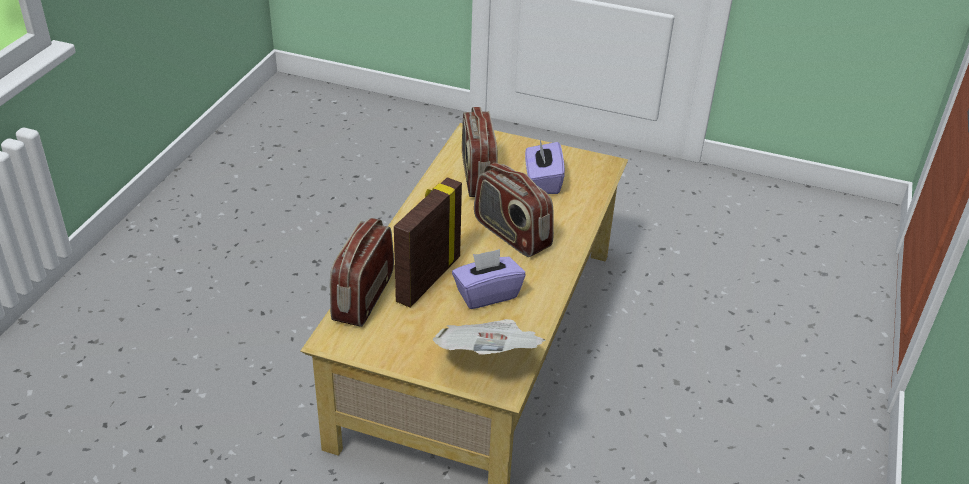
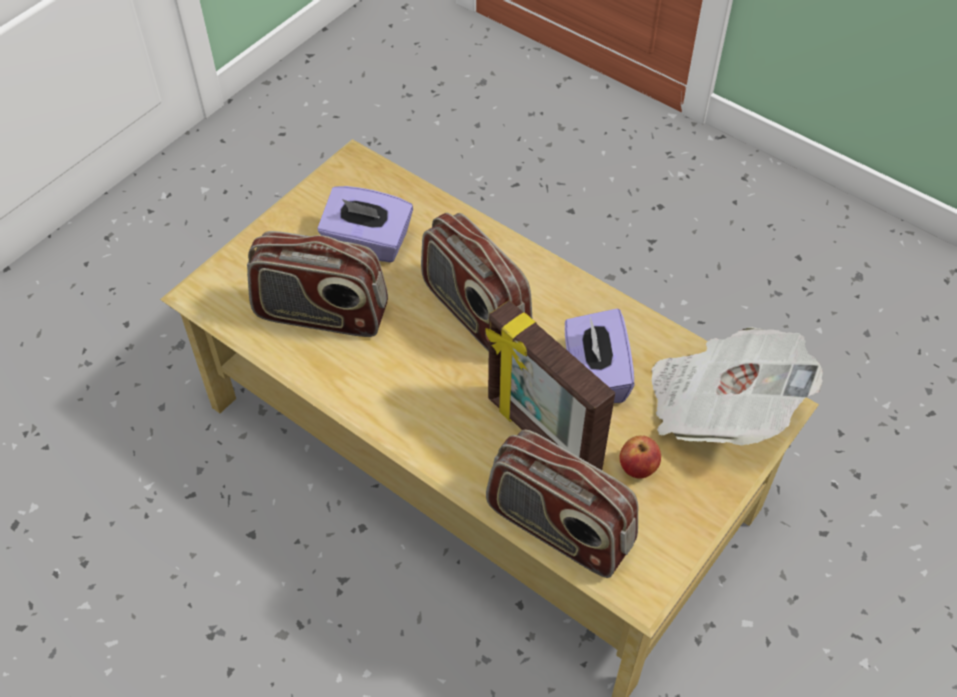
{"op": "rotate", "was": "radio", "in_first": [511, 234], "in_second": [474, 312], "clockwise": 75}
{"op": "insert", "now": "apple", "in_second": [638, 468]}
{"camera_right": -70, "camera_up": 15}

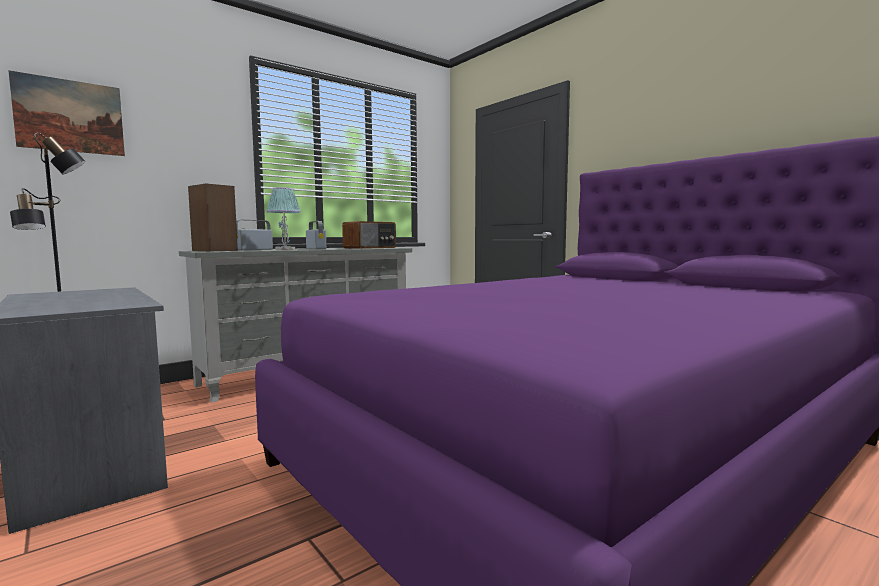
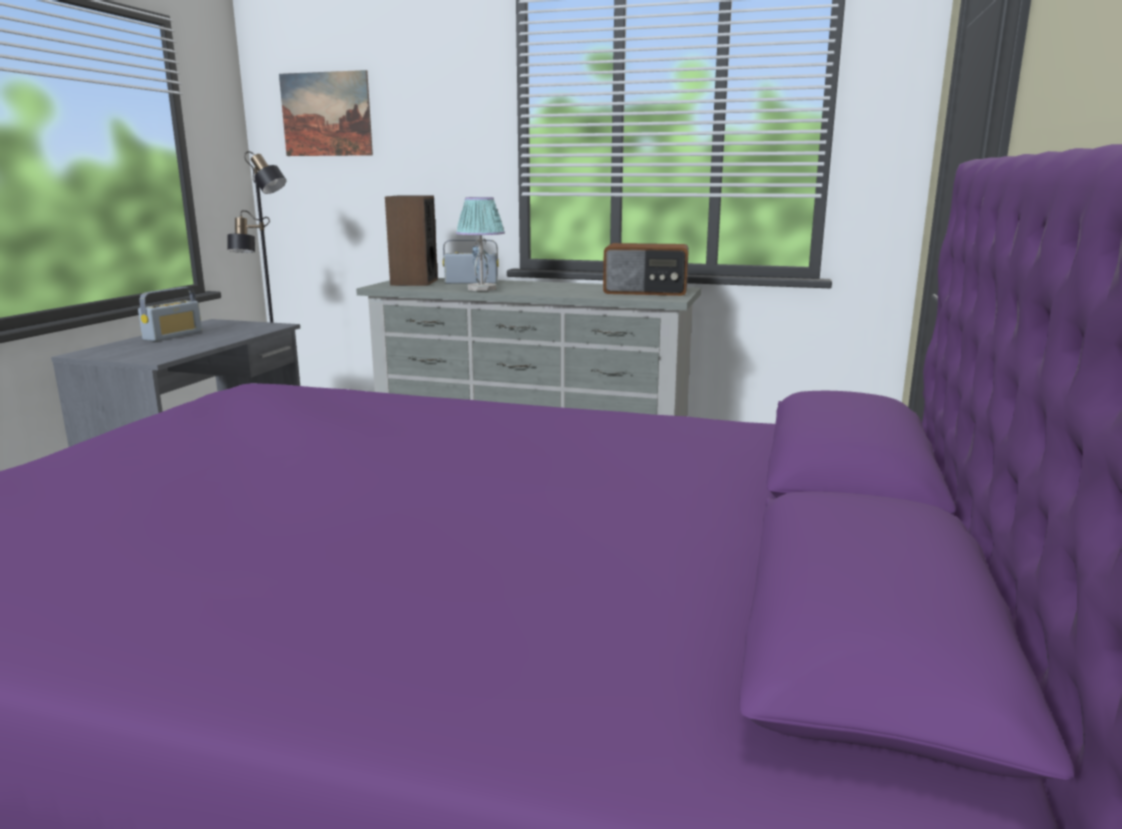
{"op": "move", "was": "radio", "in_first": [316, 248], "in_second": [173, 336]}
{"camera_right": 55, "camera_up": 10}

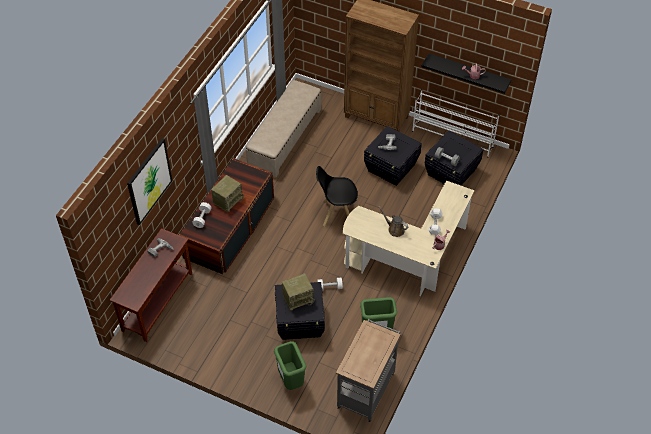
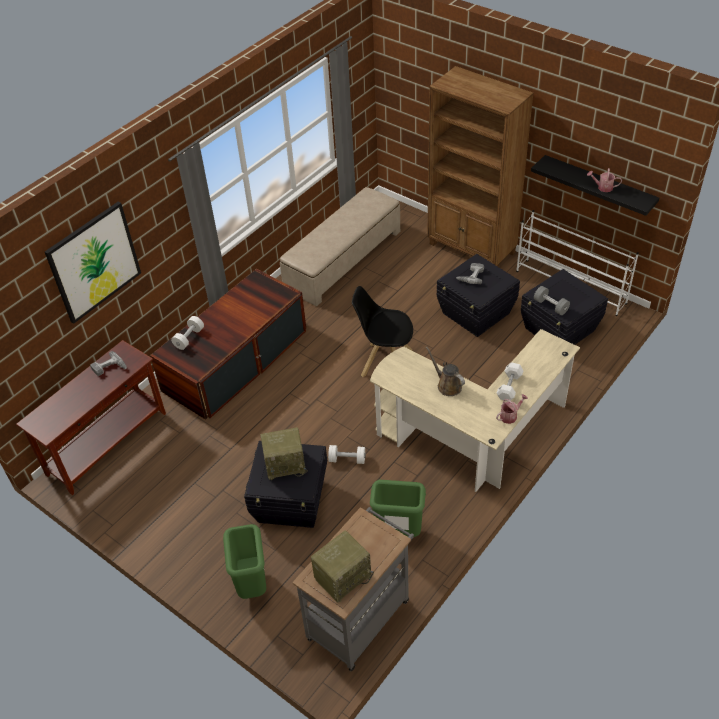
{"op": "move", "was": "radio", "in_first": [228, 200], "in_second": [343, 576]}
{"camera_right": 15, "camera_up": -5}

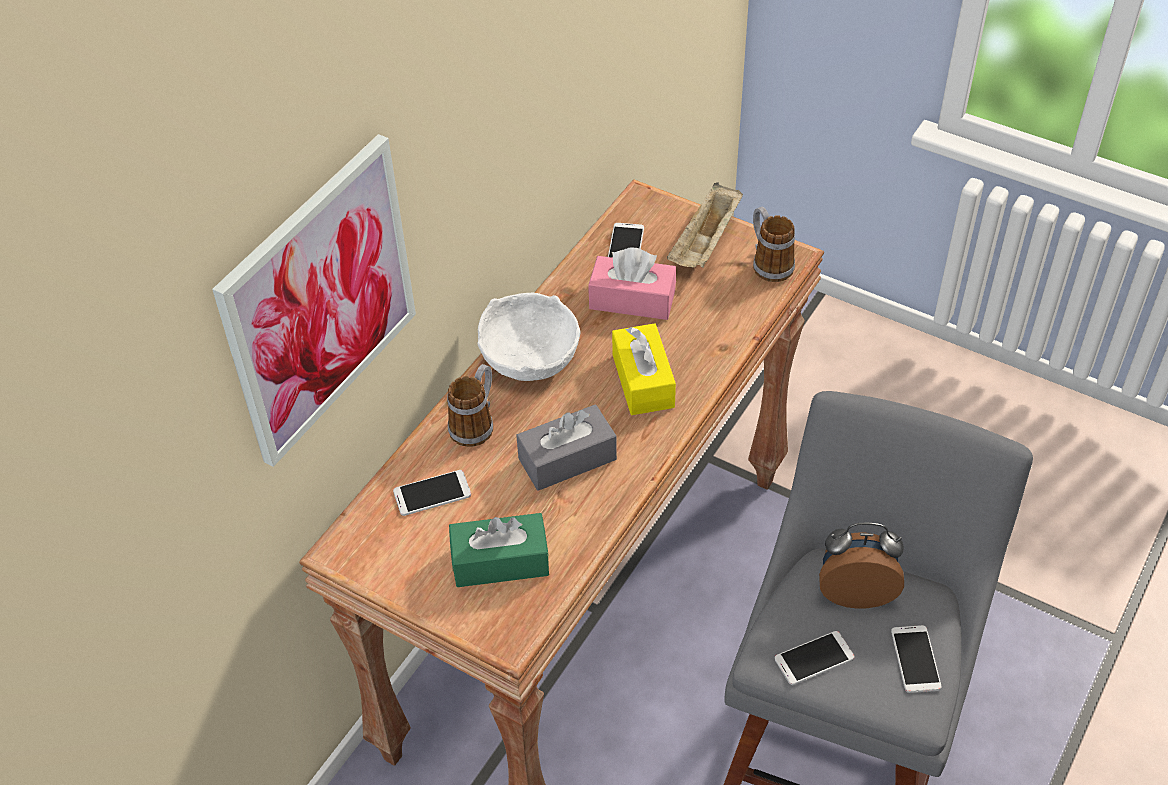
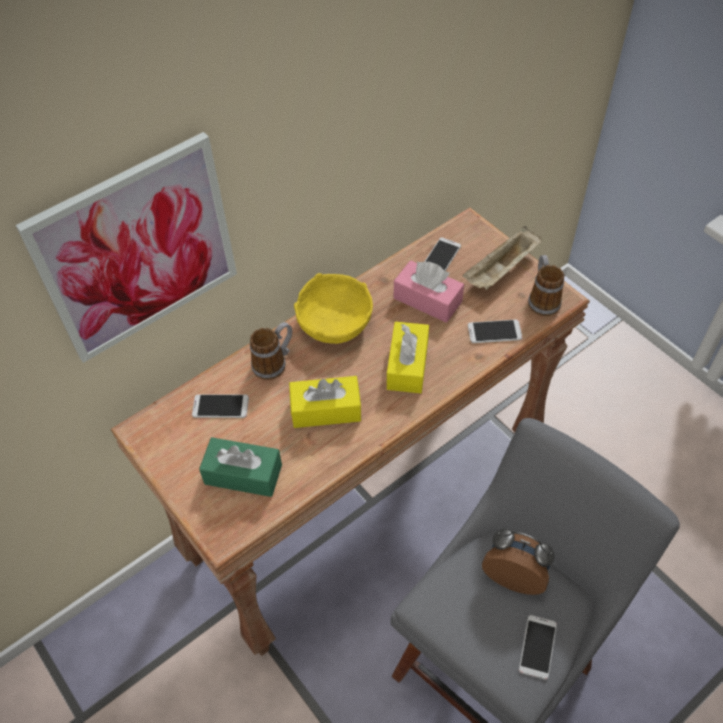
{"op": "recolor", "was": "grey tissue box", "now": "yellow tissue box", "in_first": [567, 459], "in_second": [326, 410]}
{"op": "recolor", "was": "white bowl", "now": "yellow bowl", "in_first": [529, 358], "in_second": [334, 324]}
{"op": "move", "was": "phone", "in_first": [814, 658], "in_second": [494, 332]}
{"camera_right": 20, "camera_up": 5}

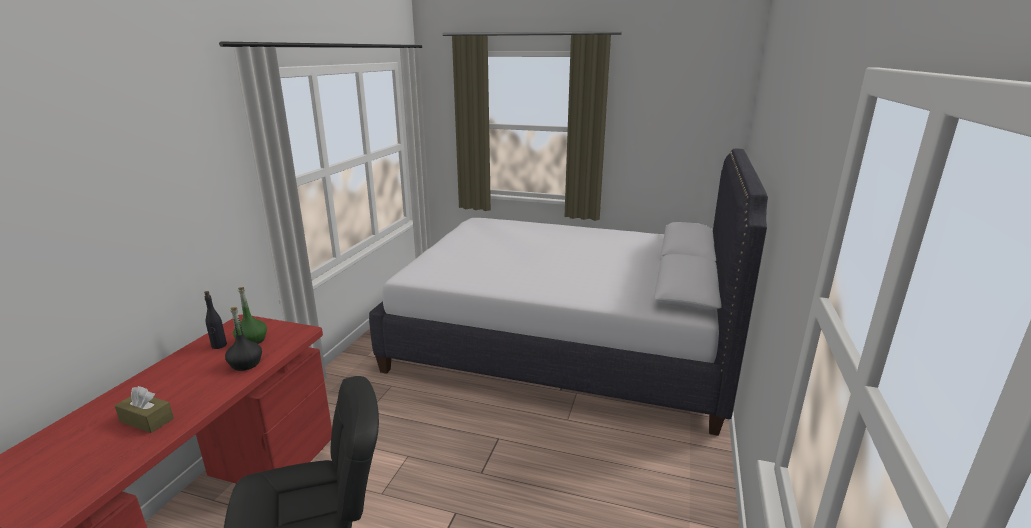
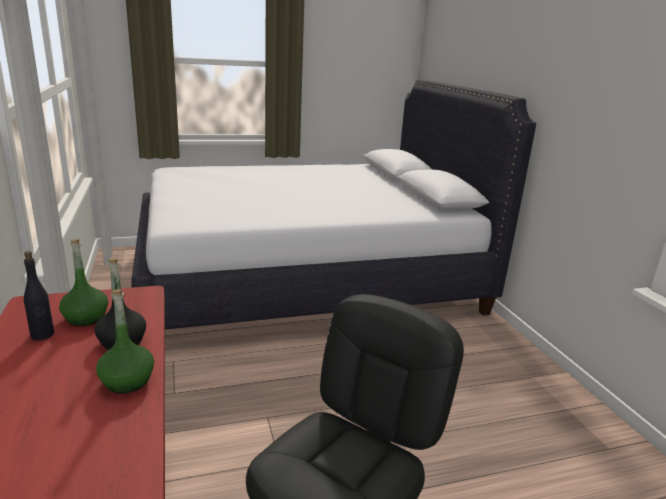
{"op": "insert", "now": "green bottle", "in_second": [127, 381]}
{"op": "delete", "was": "brown tissue box", "in_first": [147, 420]}
{"camera_right": -35, "camera_up": 0}

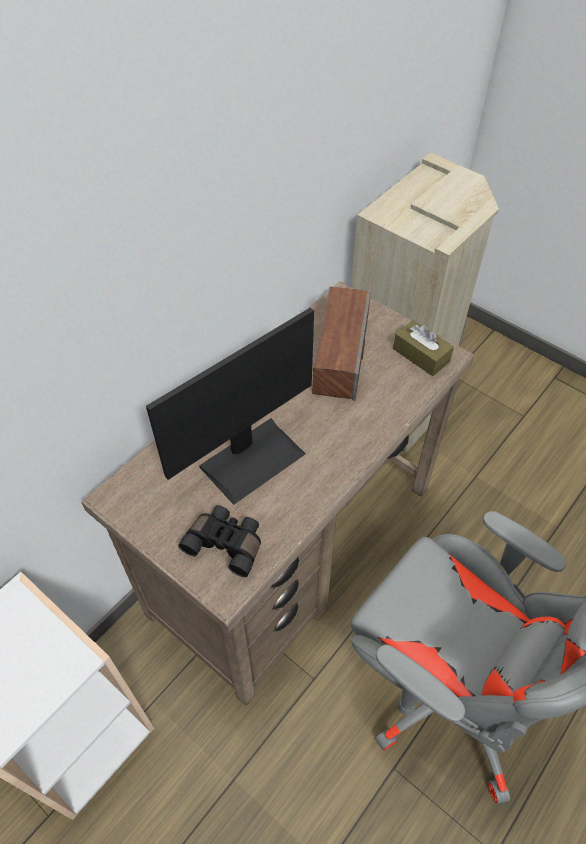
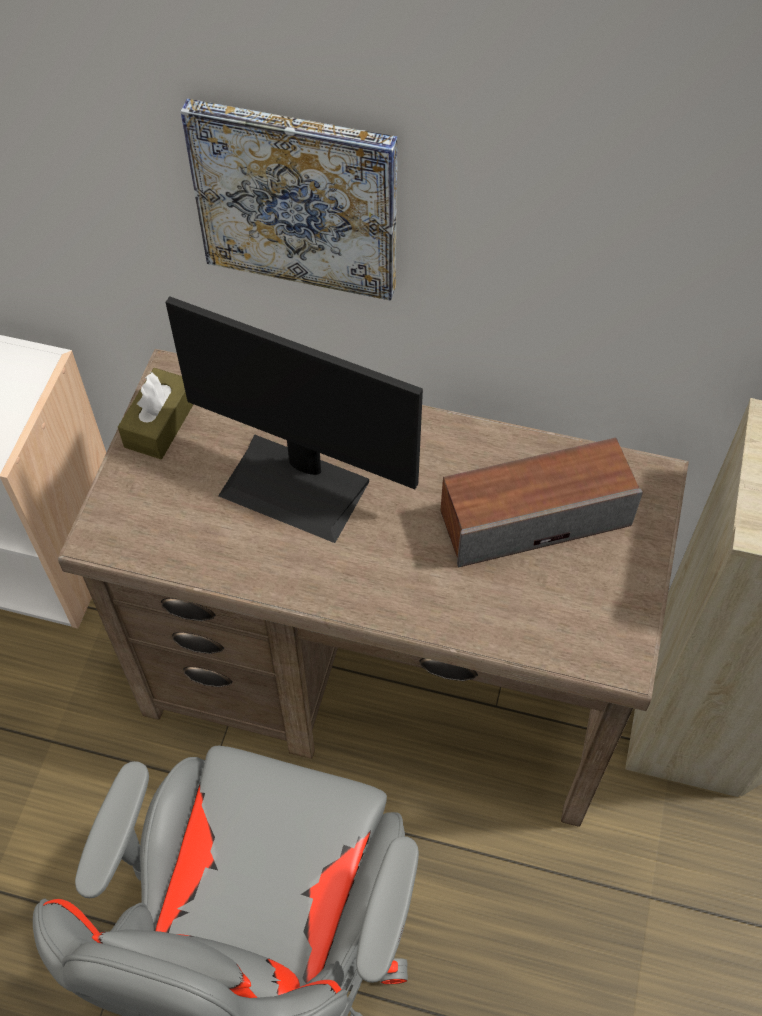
{"op": "move", "was": "brown tissue box", "in_first": [421, 355], "in_second": [160, 423]}
{"op": "insert", "now": "picture", "in_second": [297, 198]}
{"op": "delete", "was": "black binoculars", "in_first": [226, 543]}
{"camera_right": 65, "camera_up": 5}

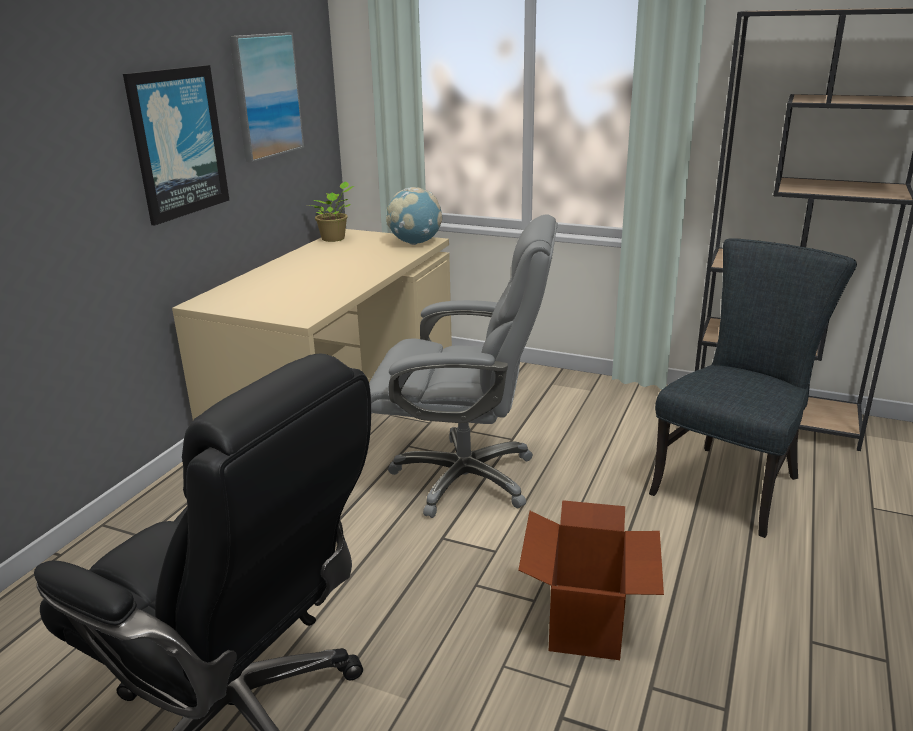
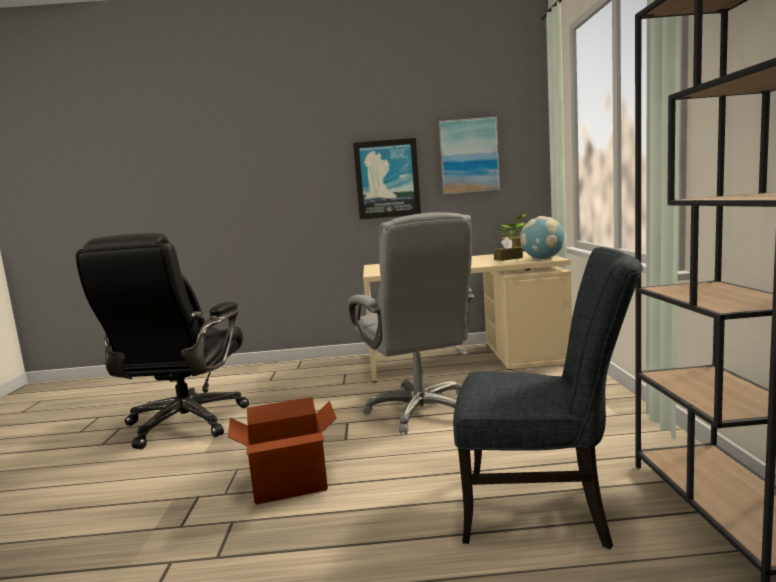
{"op": "insert", "now": "brown tissue box", "in_second": [508, 258]}
{"camera_right": 65, "camera_up": -15}

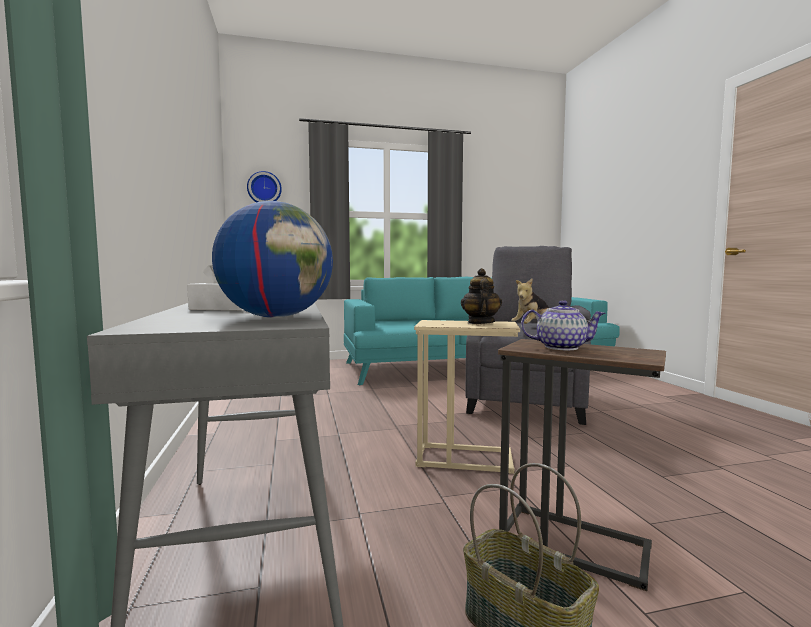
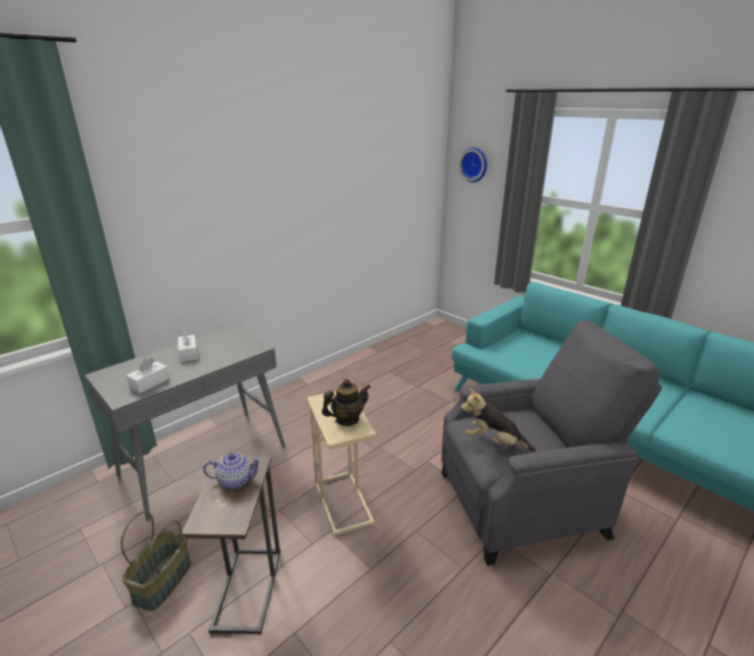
{"op": "replace", "was": "globe", "now": "white tissue box", "in_first": [276, 317], "in_second": [149, 383]}
{"op": "rotate", "was": "teapot", "in_first": [560, 347], "in_second": [235, 480], "clockwise": -75}
{"camera_right": 60, "camera_up": 20}

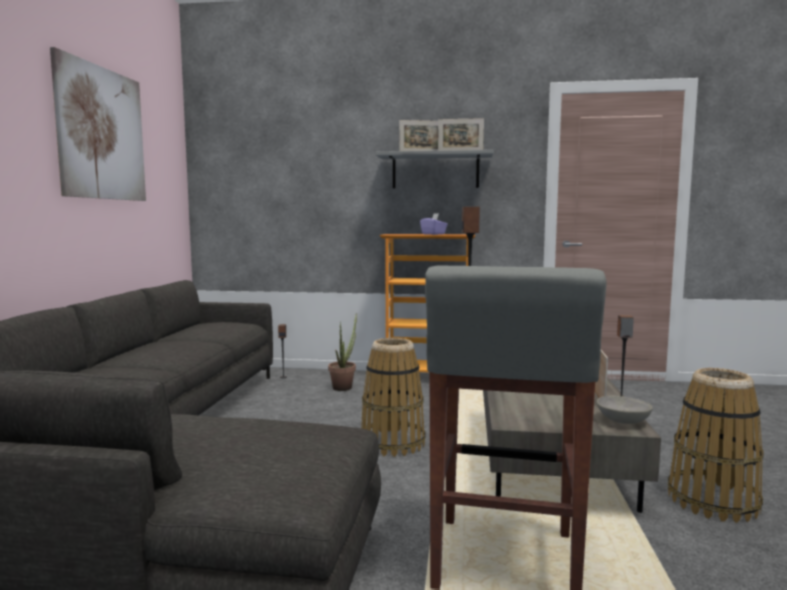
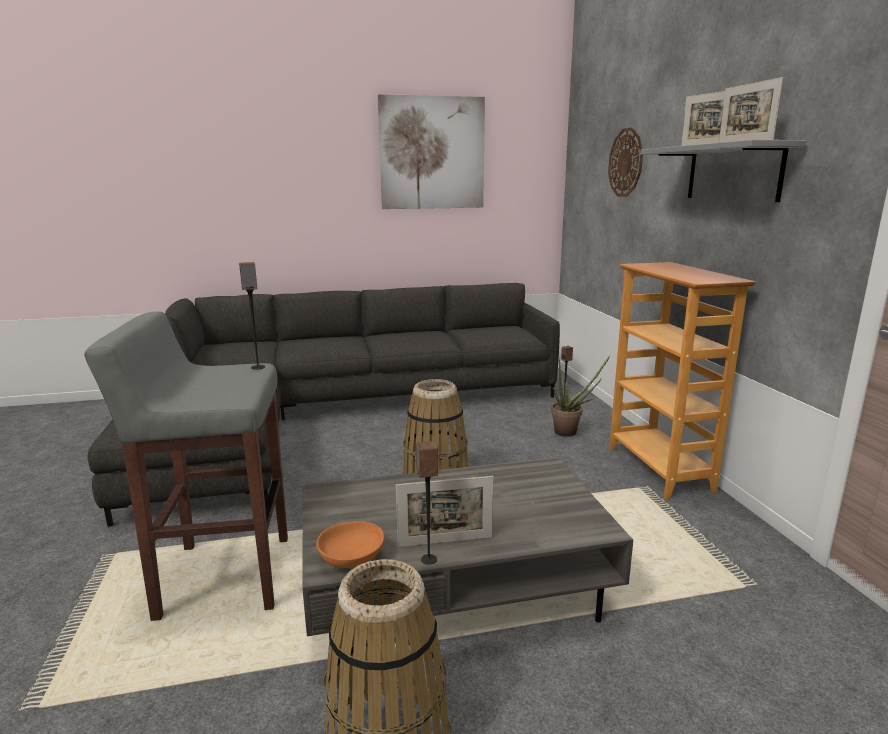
{"op": "recolor", "was": "grey bowl", "now": "orange bowl", "in_first": [622, 421], "in_second": [351, 559]}
{"op": "insert", "now": "wall clock", "in_second": [626, 162]}
{"op": "delete", "was": "purple tissue box", "in_first": [433, 234]}
{"camera_right": 70, "camera_up": 10}

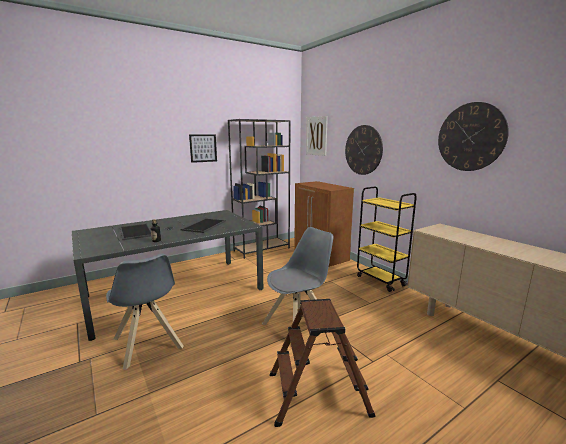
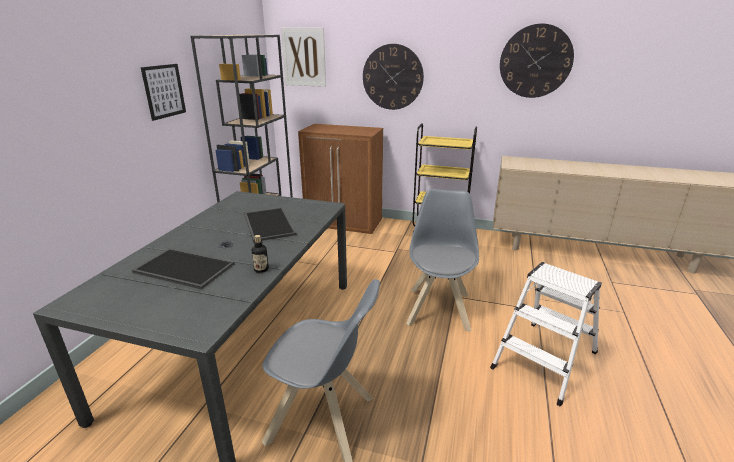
{"op": "recolor", "was": "brown step ladder", "now": "white step ladder", "in_first": [318, 393], "in_second": [545, 359]}
{"camera_right": -40, "camera_up": 10}

